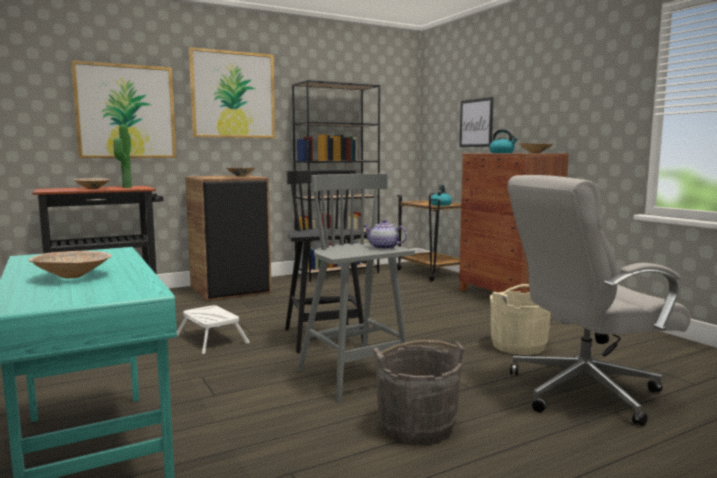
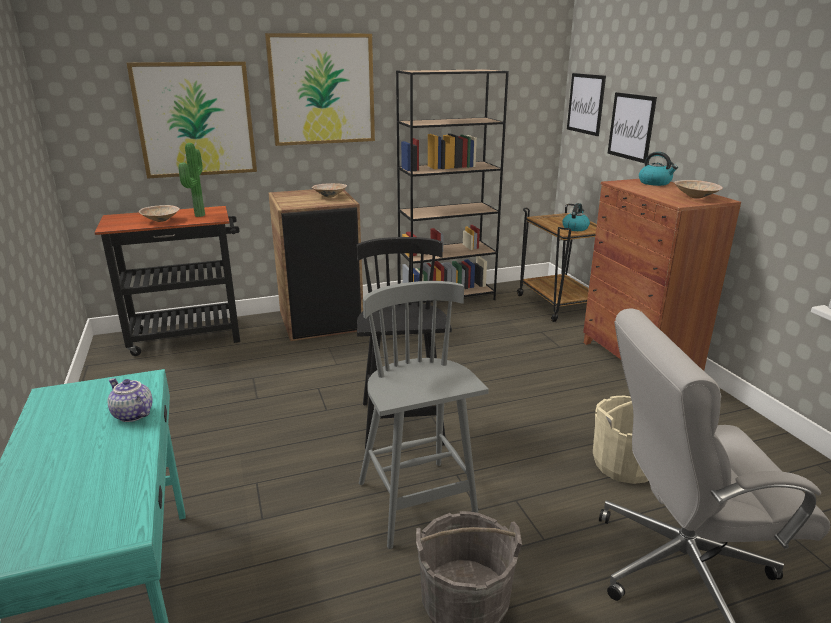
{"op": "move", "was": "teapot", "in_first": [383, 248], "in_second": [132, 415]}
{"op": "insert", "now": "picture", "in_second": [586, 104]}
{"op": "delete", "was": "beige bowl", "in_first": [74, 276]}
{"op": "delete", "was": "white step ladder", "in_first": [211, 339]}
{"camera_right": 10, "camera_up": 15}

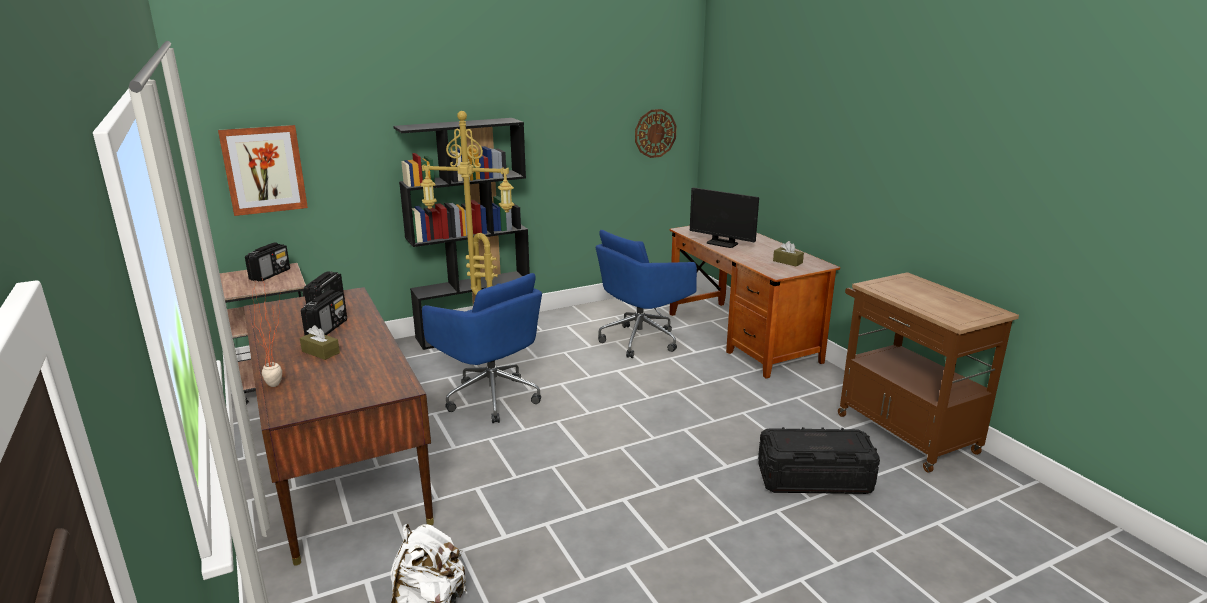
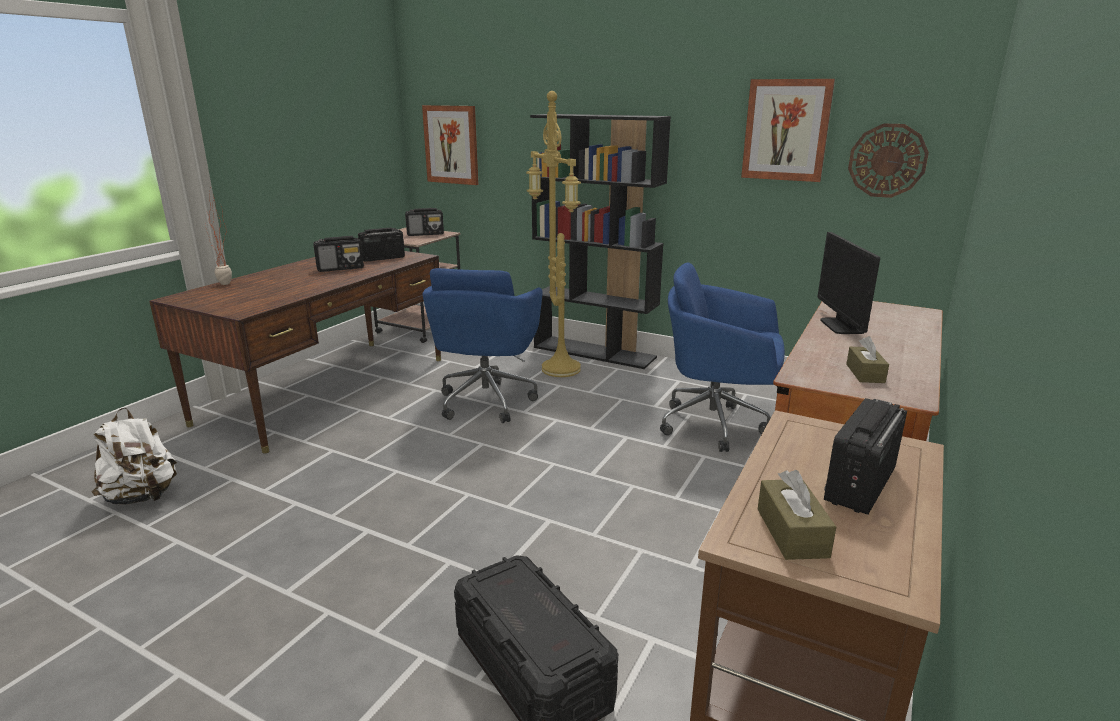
{"op": "insert", "now": "picture", "in_second": [786, 130]}
{"op": "move", "was": "brown tissue box", "in_first": [320, 352], "in_second": [792, 532]}
{"op": "insert", "now": "radio", "in_second": [859, 485]}
{"camera_right": 55, "camera_up": 0}

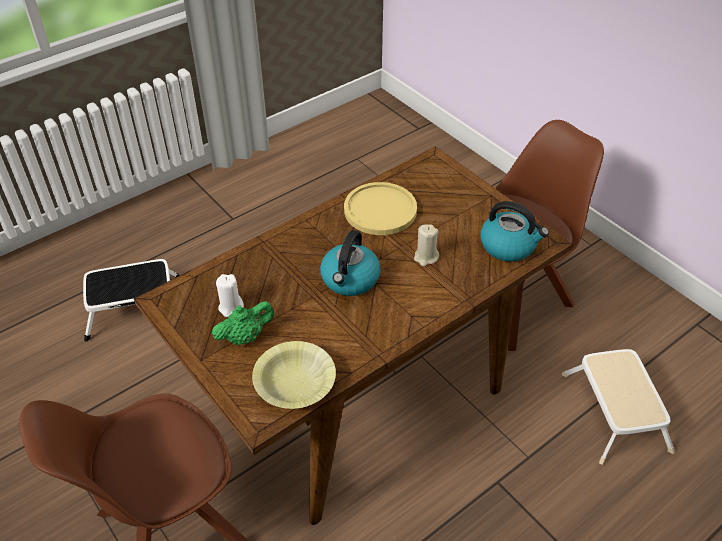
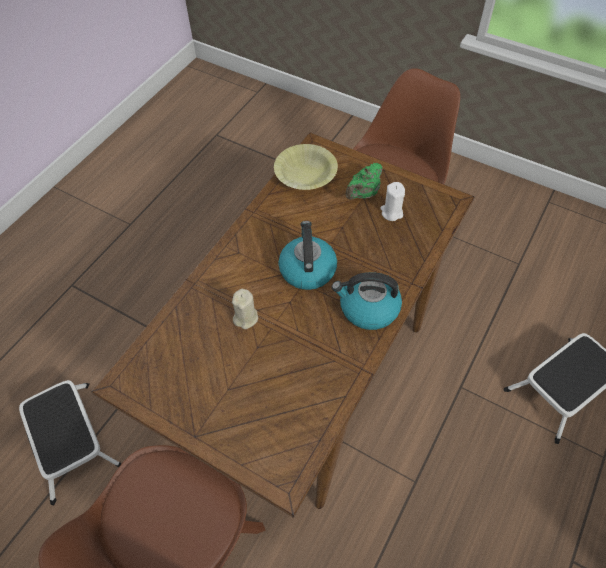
{"op": "recolor", "was": "beige step ladder", "now": "black step ladder", "in_first": [616, 411], "in_second": [70, 441]}
{"op": "move", "was": "kettle", "in_first": [509, 246], "in_second": [368, 308]}
{"op": "delete", "was": "yellow plate", "in_first": [380, 210]}
{"camera_right": 160, "camera_up": 10}

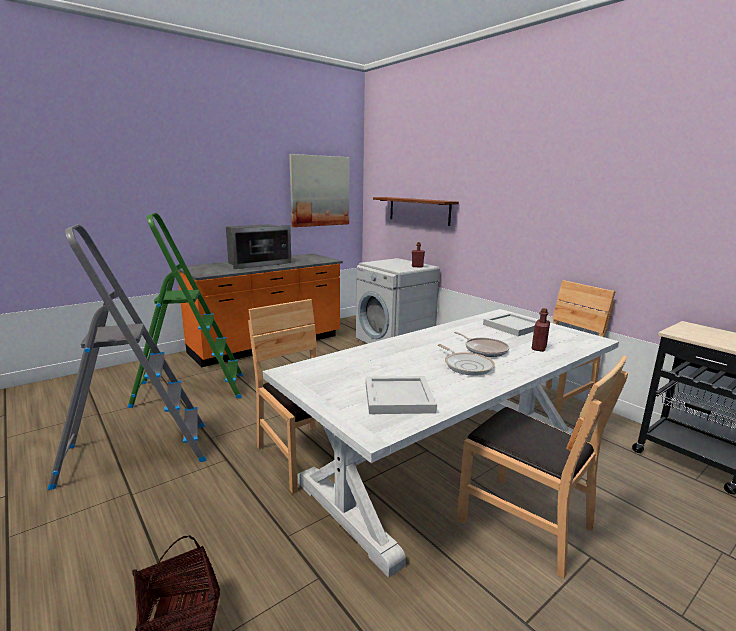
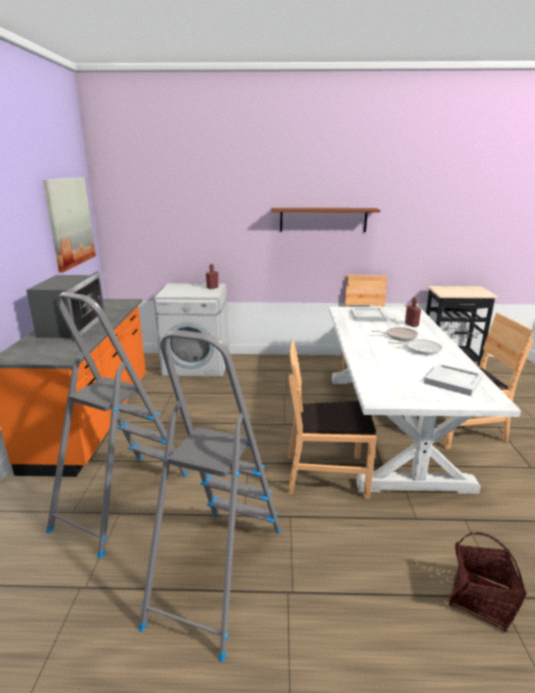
{"op": "recolor", "was": "green step ladder", "now": "grey step ladder", "in_first": [191, 390], "in_second": [124, 499]}
{"op": "move", "was": "brown shelf", "in_first": [419, 210], "in_second": [323, 219]}
{"camera_right": -50, "camera_up": 5}

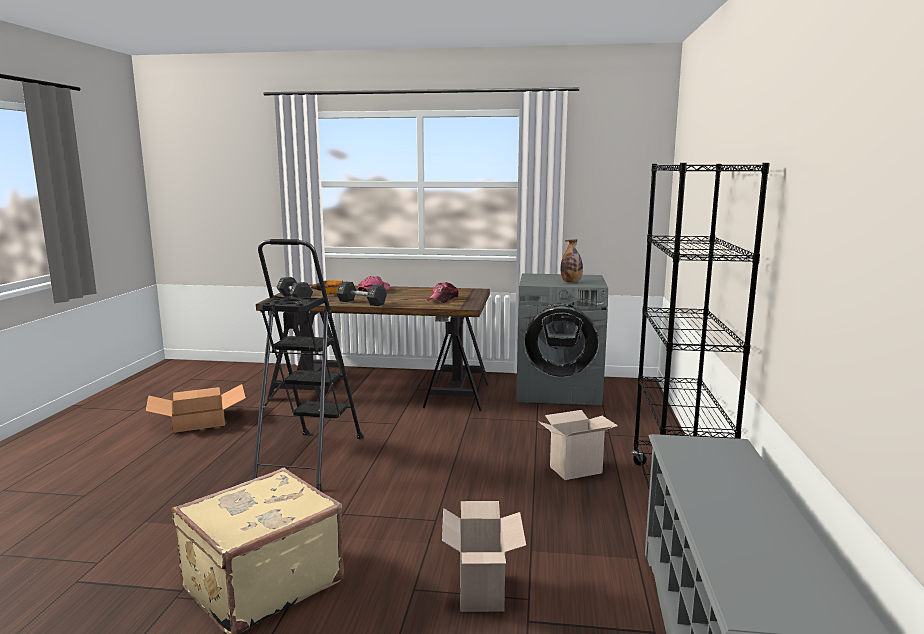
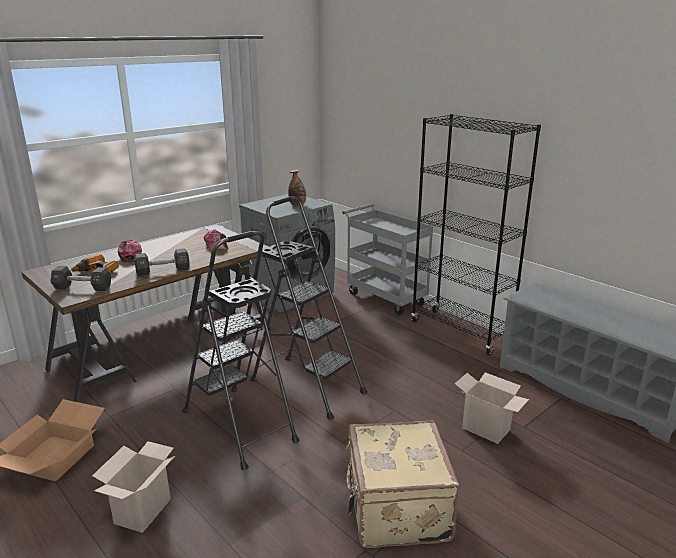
{"op": "move", "was": "cardboard box", "in_first": [576, 469], "in_second": [142, 510]}
{"op": "insert", "now": "step ladder", "in_second": [306, 385]}
{"op": "insert", "now": "grey cart", "in_second": [384, 299]}
{"camera_right": -50, "camera_up": 10}

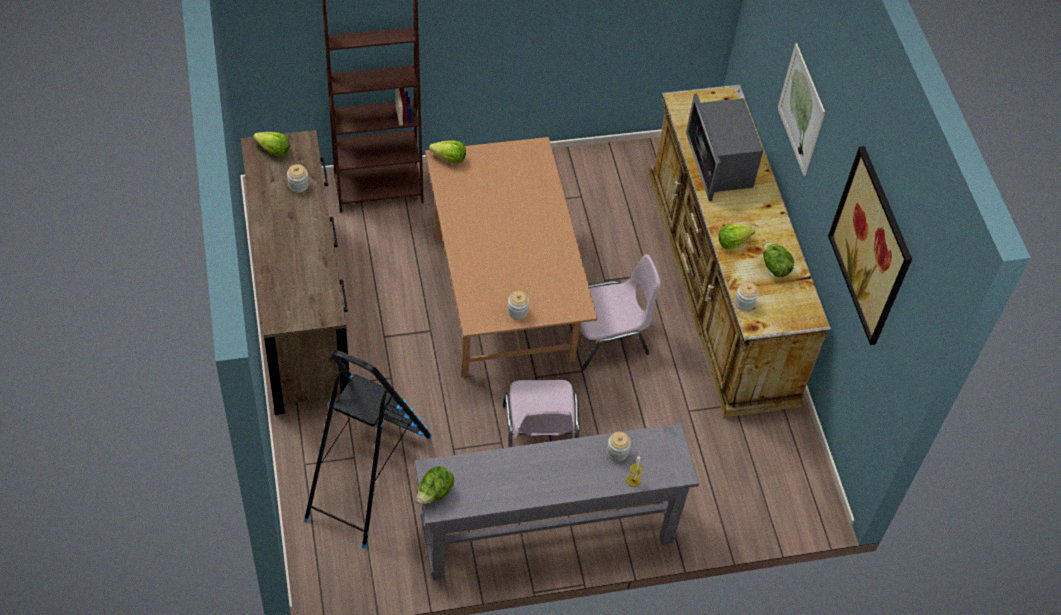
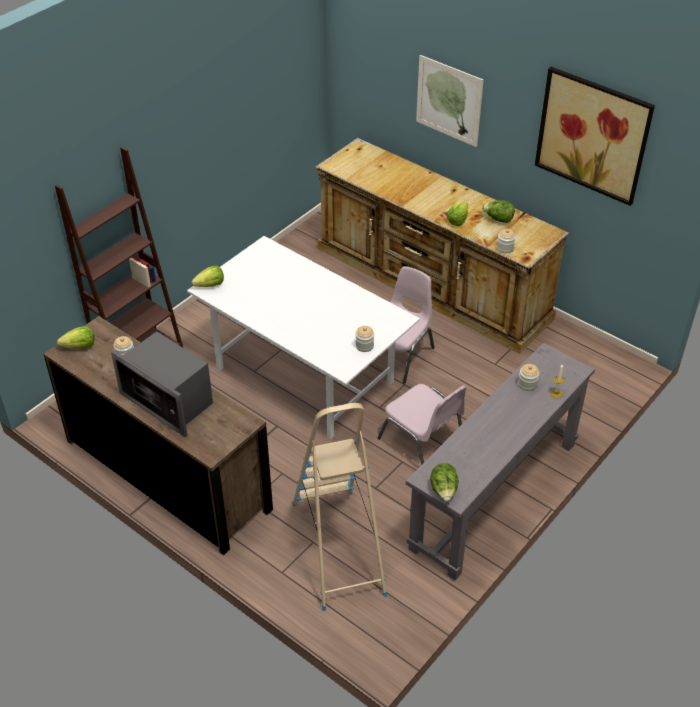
{"op": "move", "was": "microwave", "in_first": [719, 164], "in_second": [169, 401]}
{"op": "recolor", "was": "brown dining table", "now": "white dining table", "in_first": [501, 297], "in_second": [303, 375]}
{"op": "recolor", "was": "black step ladder", "now": "beige step ladder", "in_first": [369, 476], "in_second": [337, 546]}
{"camera_right": -35, "camera_up": -10}

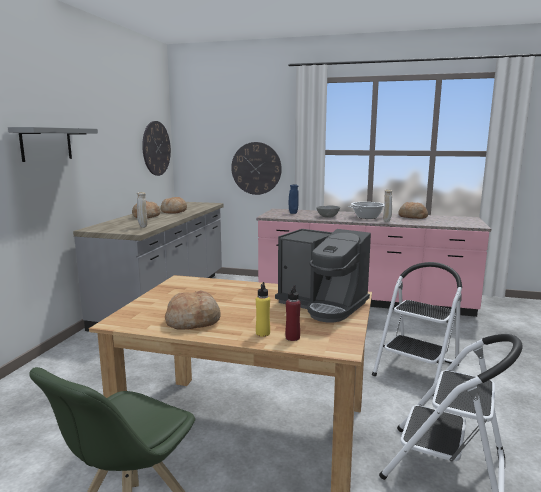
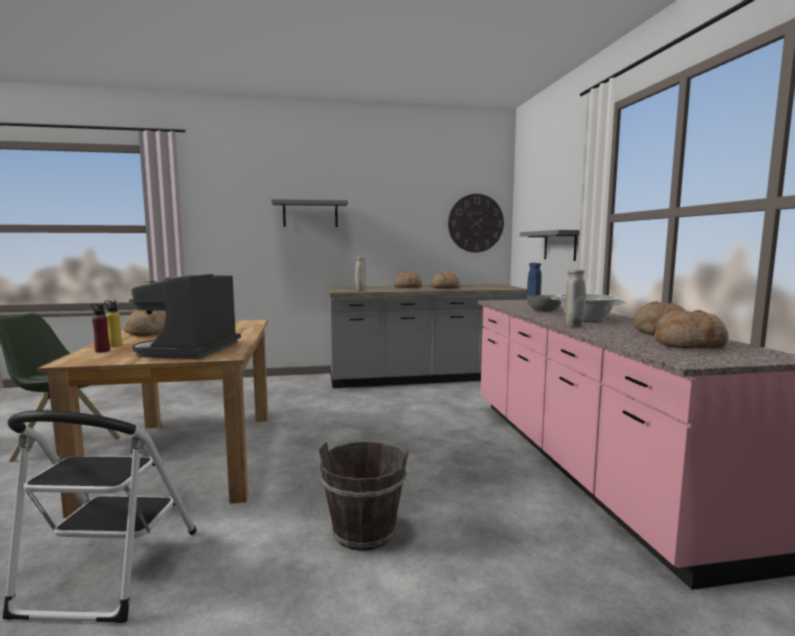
{"op": "replace", "was": "step ladder", "now": "brown bucket", "in_first": [418, 369], "in_second": [363, 532]}
{"op": "replace", "was": "wall clock", "now": "grey shelf", "in_first": [256, 168], "in_second": [560, 245]}
{"op": "insert", "now": "bread", "in_second": [689, 344]}
{"camera_right": 65, "camera_up": -5}

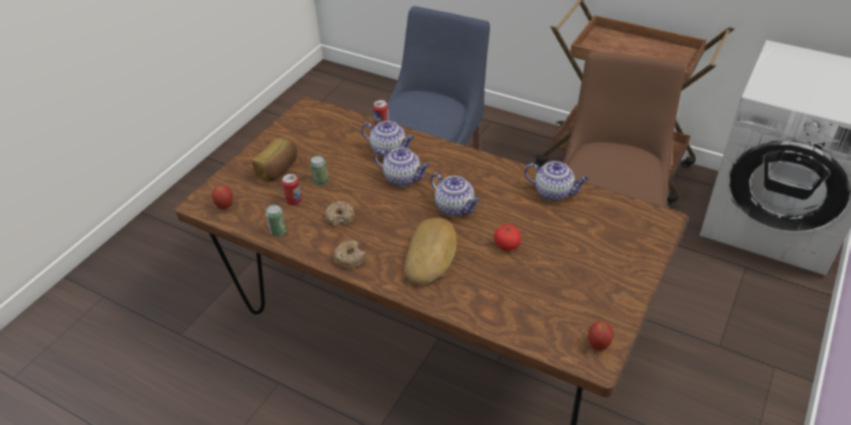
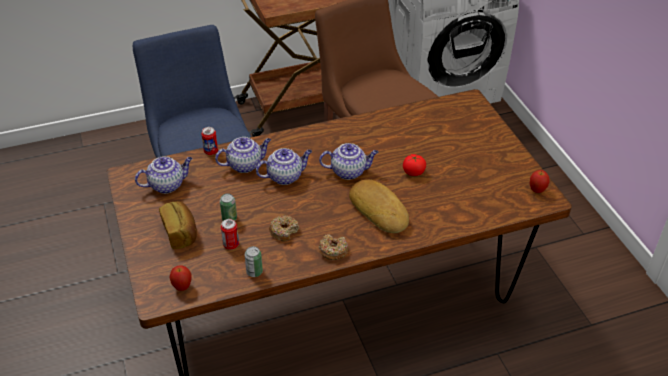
{"op": "move", "was": "teapot", "in_first": [554, 193], "in_second": [167, 185]}
{"camera_right": -50, "camera_up": 0}

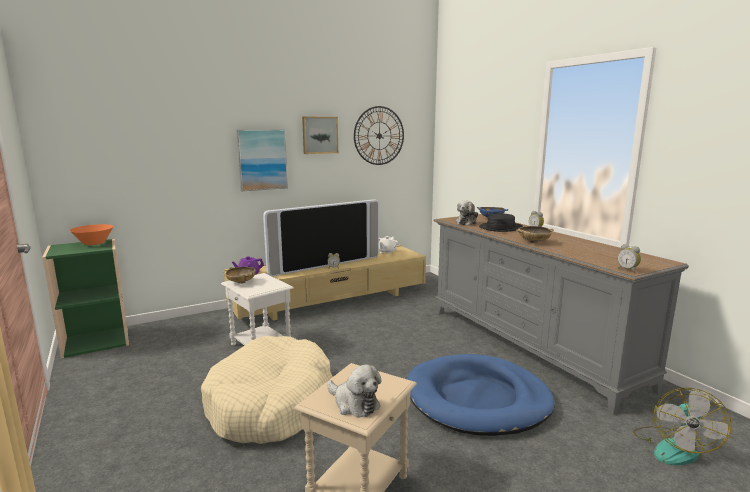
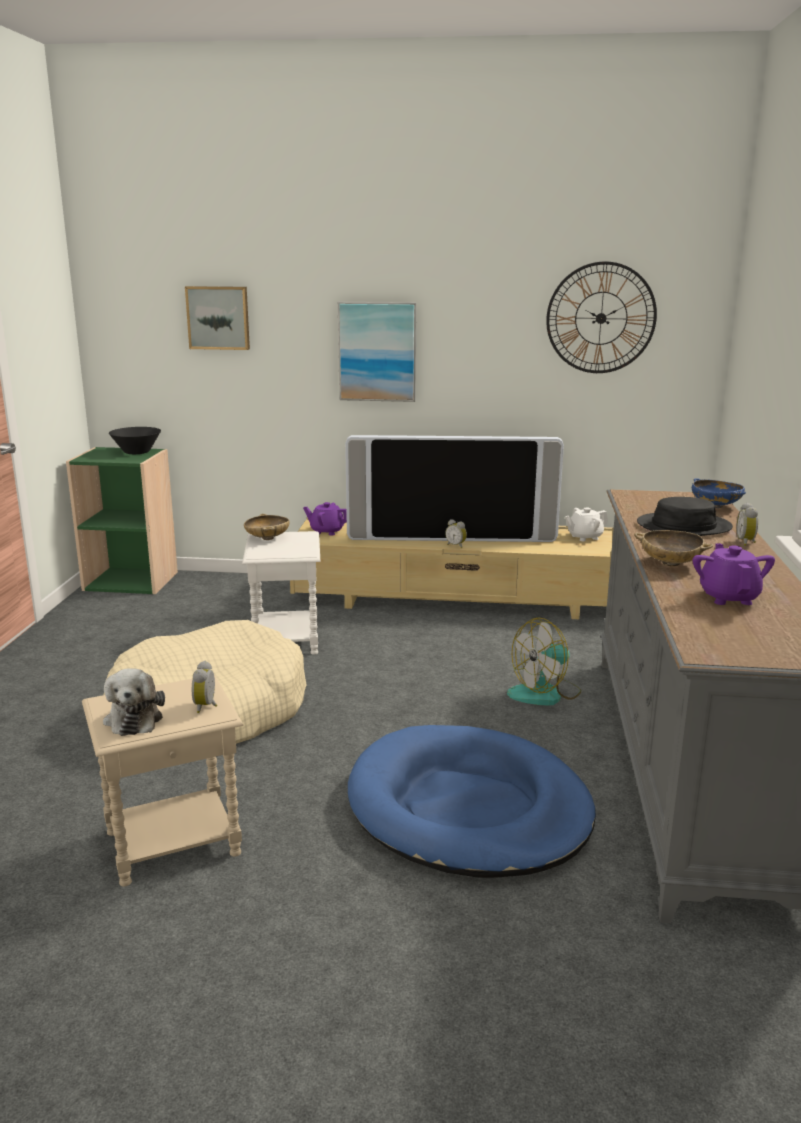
{"op": "recolor", "was": "orange bowl", "now": "black bowl", "in_first": [94, 243], "in_second": [137, 452]}
{"op": "move", "was": "picture", "in_first": [319, 135], "in_second": [218, 317]}
{"op": "move", "was": "alarm clock", "in_first": [628, 270], "in_second": [207, 706]}
{"op": "move", "was": "fan", "in_first": [673, 447], "in_second": [545, 693]}
{"op": "insert", "now": "purple teapot", "in_second": [728, 597]}
{"op": "delete", "was": "plush toy", "in_first": [467, 222]}
{"camera_right": 35, "camera_up": 5}

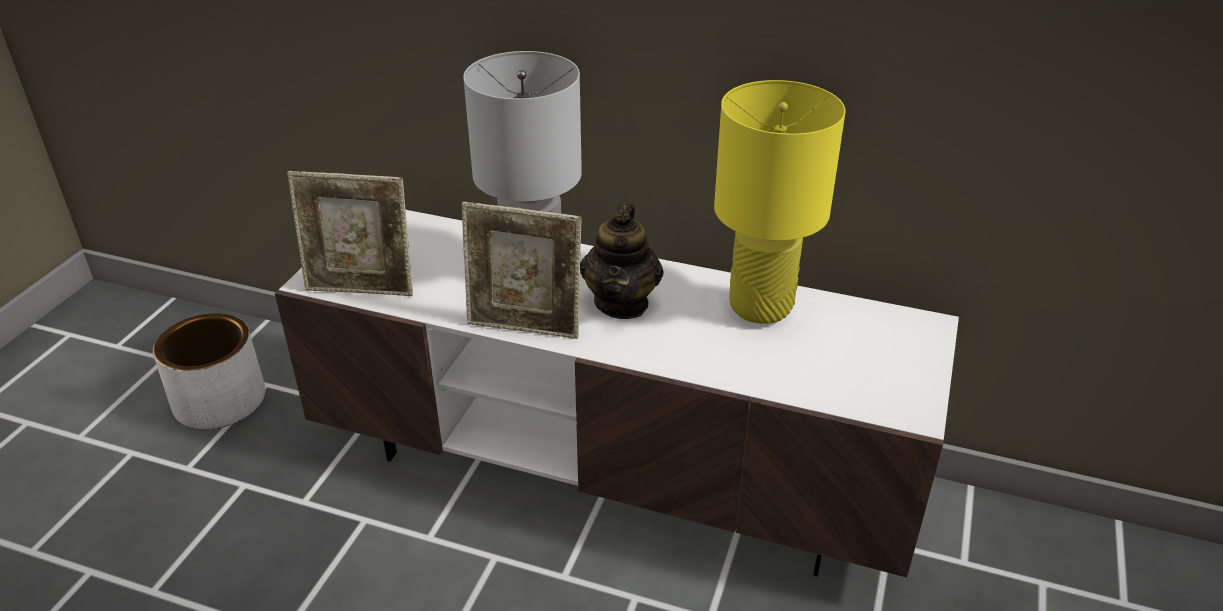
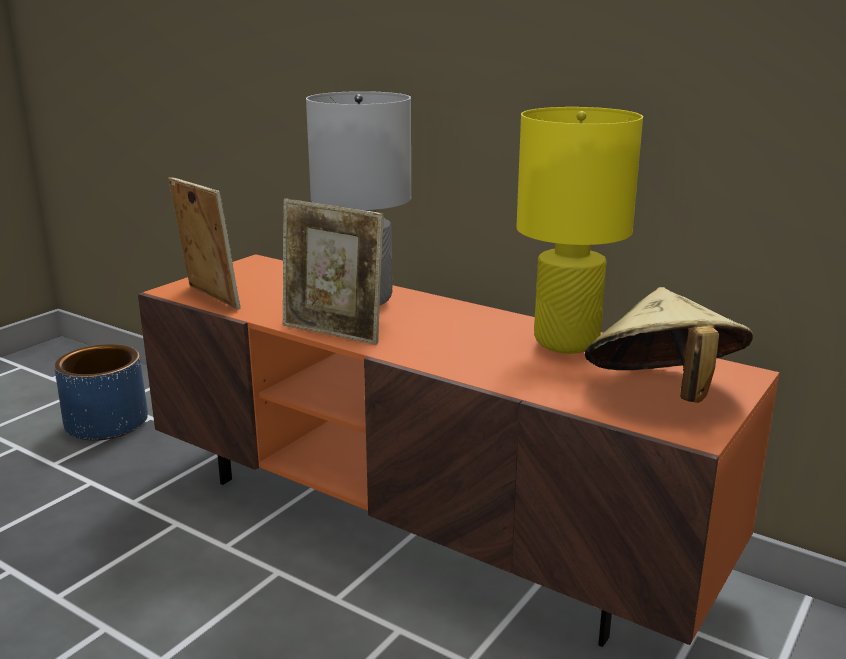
{"op": "recolor", "was": "white planter", "now": "blue planter", "in_first": [219, 402], "in_second": [106, 424]}
{"op": "recolor", "was": "white tv stand", "now": "orange tv stand", "in_first": [612, 468], "in_second": [424, 521]}
{"op": "rotate", "was": "picture frame", "in_first": [362, 289], "in_second": [209, 298], "clockwise": -150}
{"op": "insert", "now": "beige hat", "in_second": [662, 394]}
{"op": "delete", "was": "teapot", "in_first": [622, 303]}
{"camera_right": 15, "camera_up": -15}

